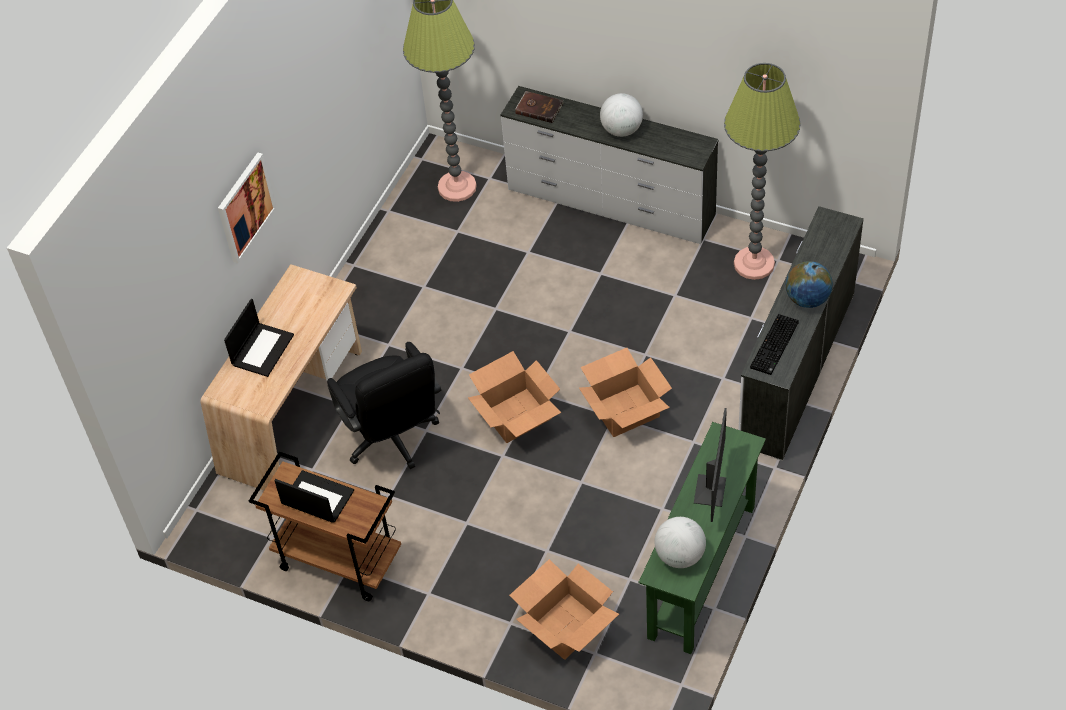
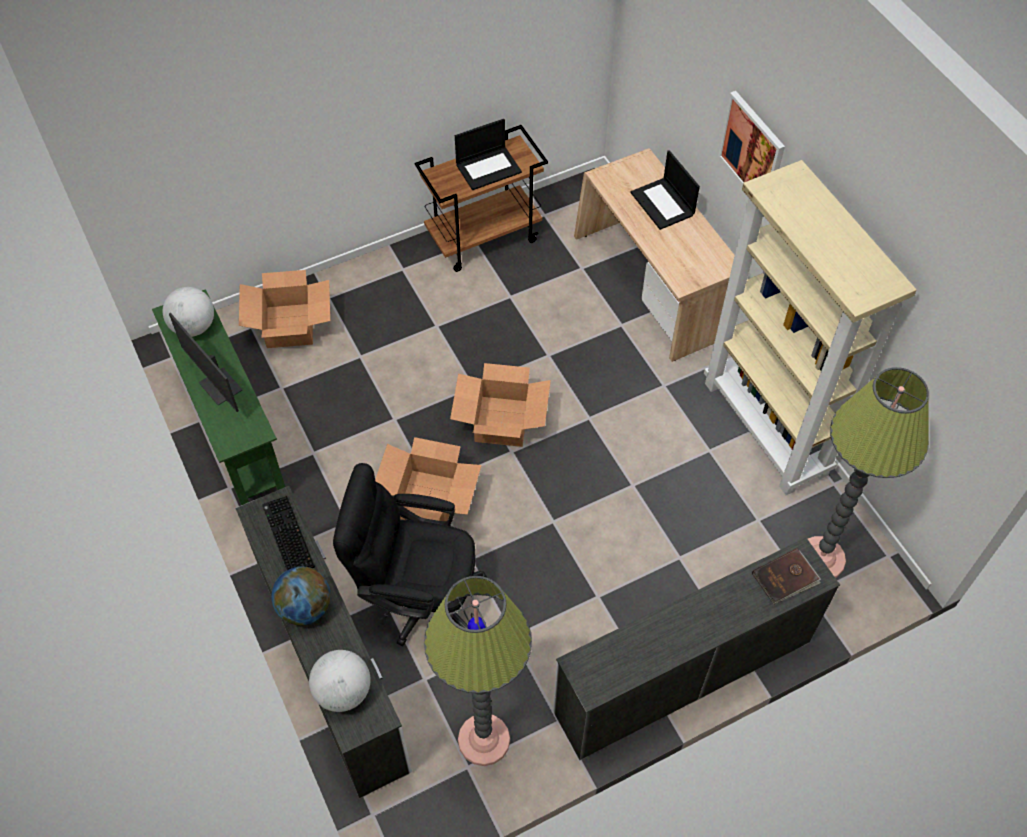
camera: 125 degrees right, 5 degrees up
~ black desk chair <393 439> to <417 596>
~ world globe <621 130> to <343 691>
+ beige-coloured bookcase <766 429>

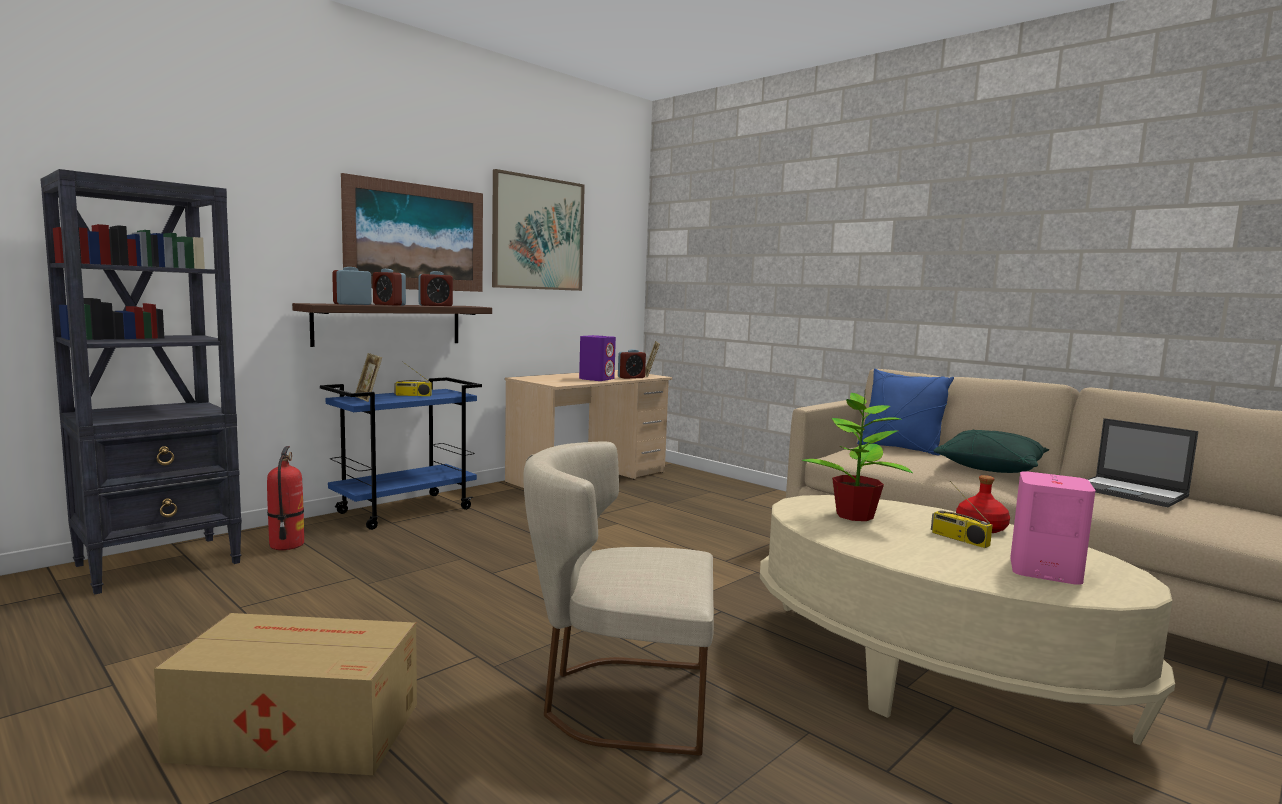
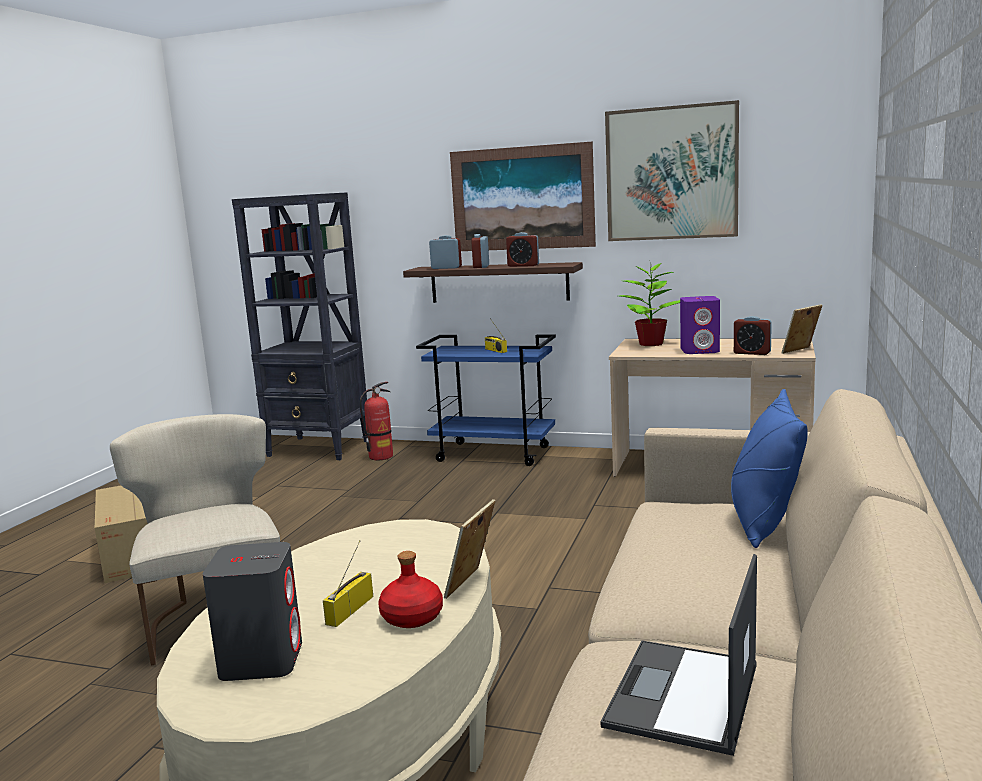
camera: 65 degrees right, 5 degrees up
~ picture frame <368 399> to <472 585>
~ potted plant <854 516> to <650 344>
- green-coloured throw pillow <990 467>
~ pinkish speaker <1043 571> to greyish speaker <261 660>

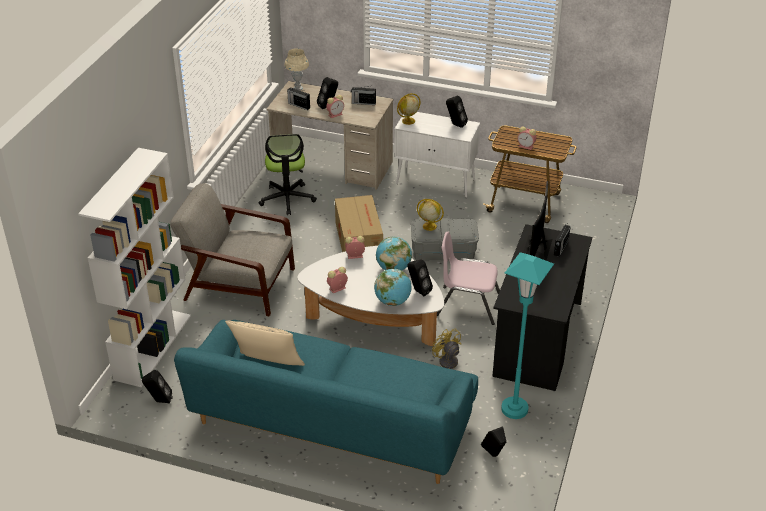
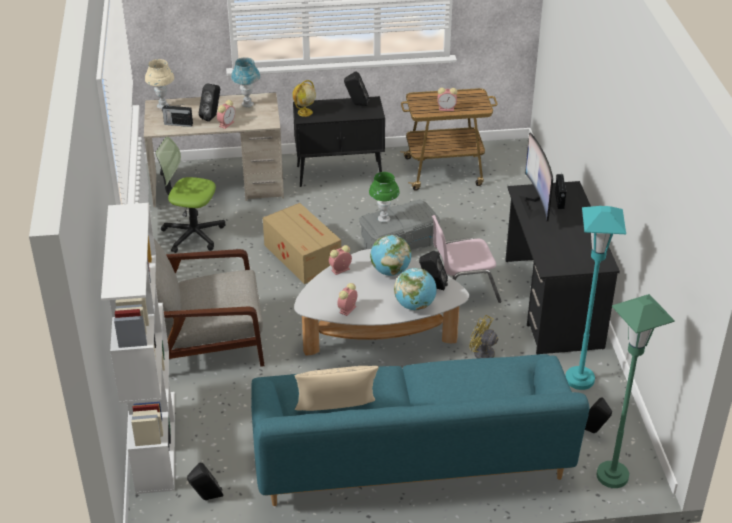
camera: 25 degrees left, 0 degrees up
~ desk chair <287 199> = <193 234> 135 degrees clockwise
~ radio set <363 103> to blue-coloured lamp for a table <247 104>
~ white-coloured cupboard <436 182> to black cupboard <340 173>
~ world globe <429 226> to green-coloured lamp for a table <384 219>
+ green-coloured floor lamp <612 476>

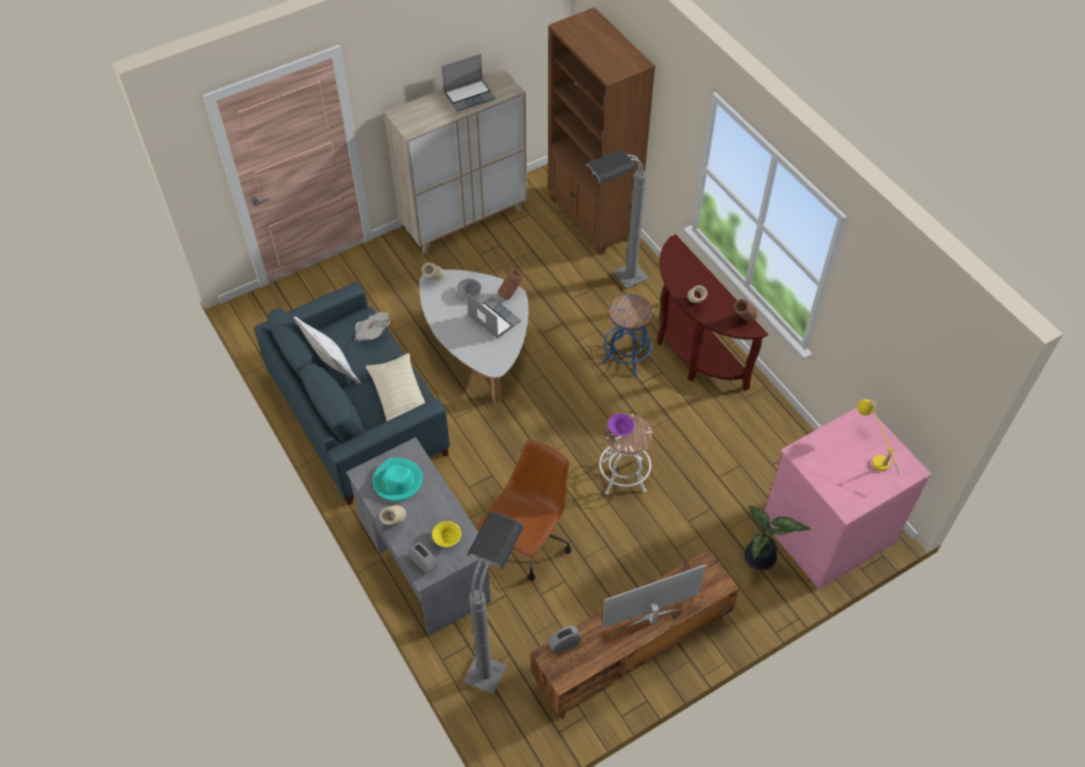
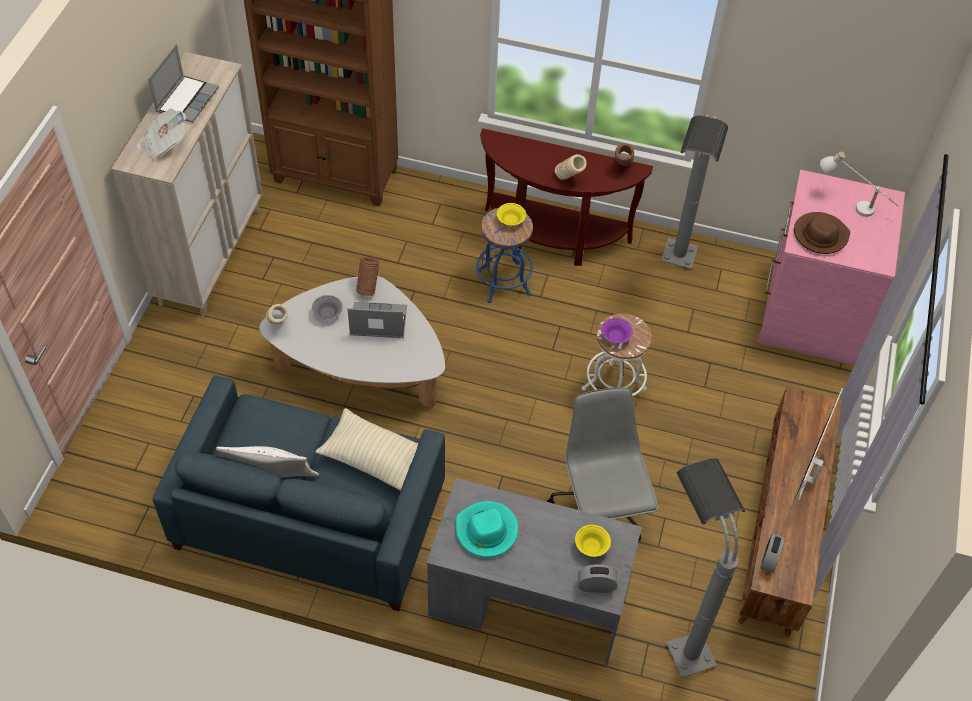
camera: 45 degrees left, 0 degrees up
~ daily paper <372 332> to <164 144>
- beige-coloured vase <395 524>
~ brown desk chair <527 543> to greyish desk chair <599 511>
~ greyish floor lamp <615 284> to <675 272>
- potted plant <761 559>
~ yellowish lamp for a table <873 453> to white-coloured lamp for a table <851 205>
+ yellowish deep dish <510 221>
+ brown hat <820 235>

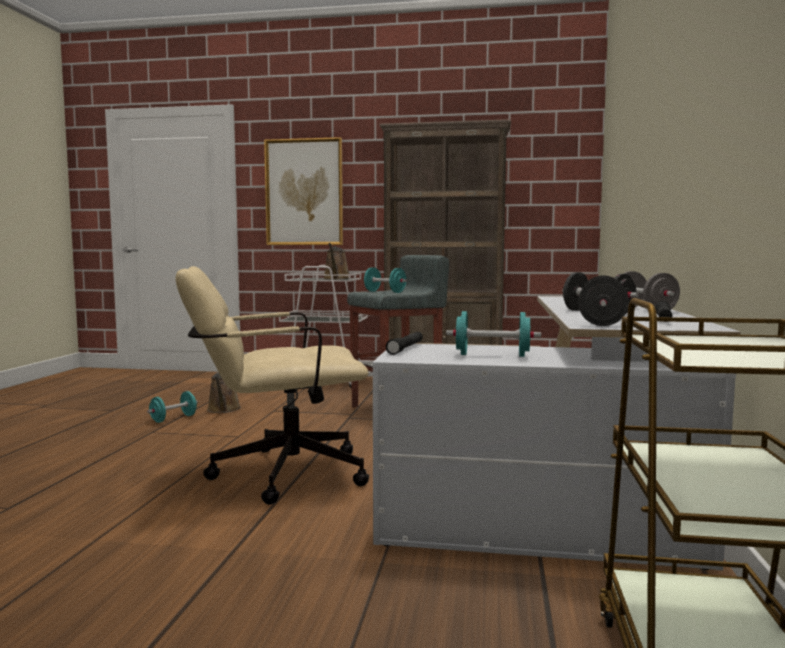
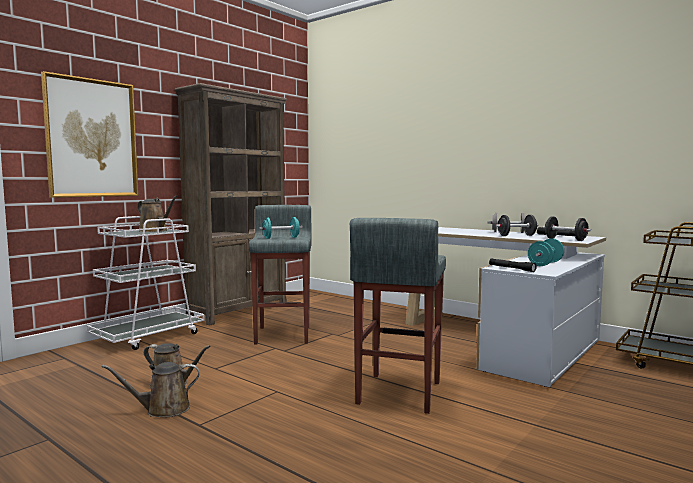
camera: 60 degrees left, 0 degrees up
~ blue-green hand weight <173 418> to brown watering pot <163 409>
~ beige-coloured desk chair <275 474> to greyish stool <397 393>

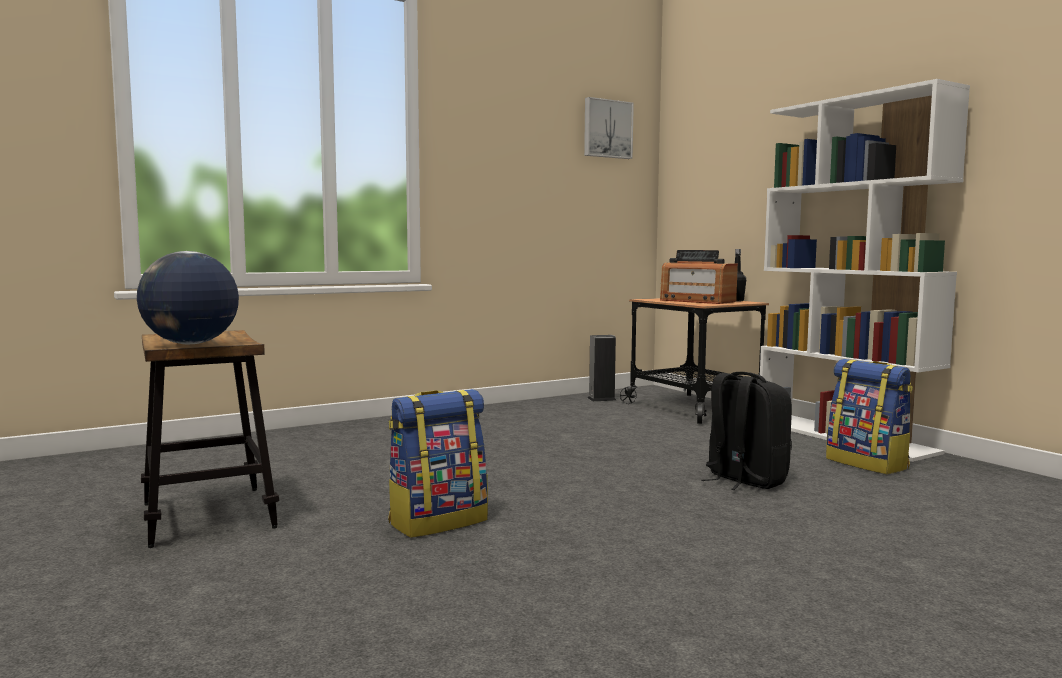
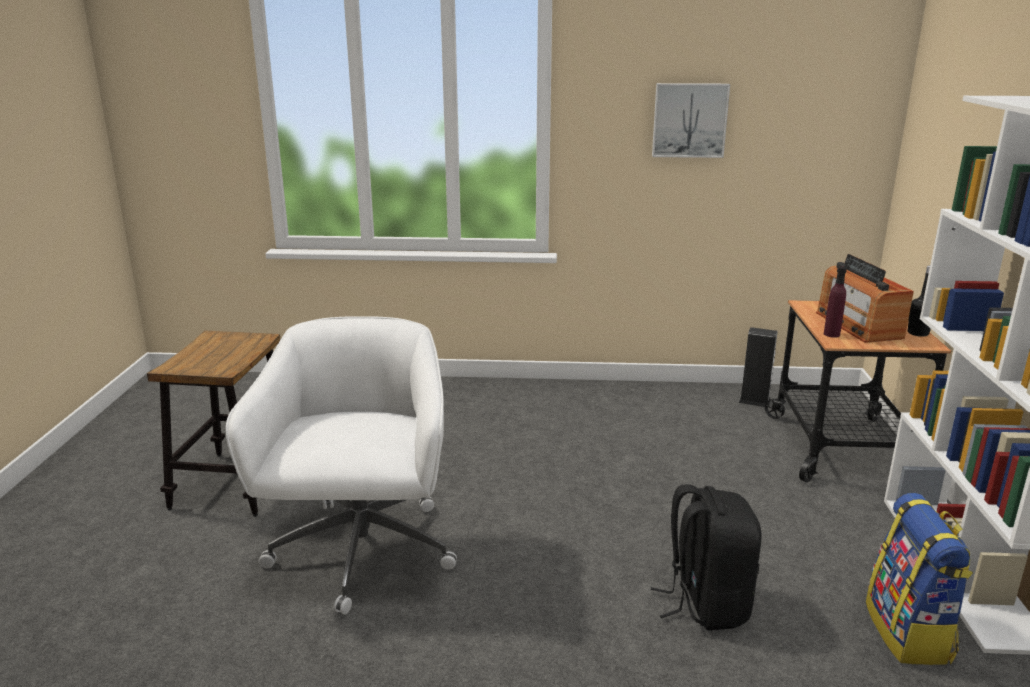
camera: 35 degrees right, 15 degrees up
- world globe <190 344>
~ backpack <438 521> to white-coloured desk chair <361 554>
~ wall picture <607 129> to <689 120>
+ purple bottle <831 334>

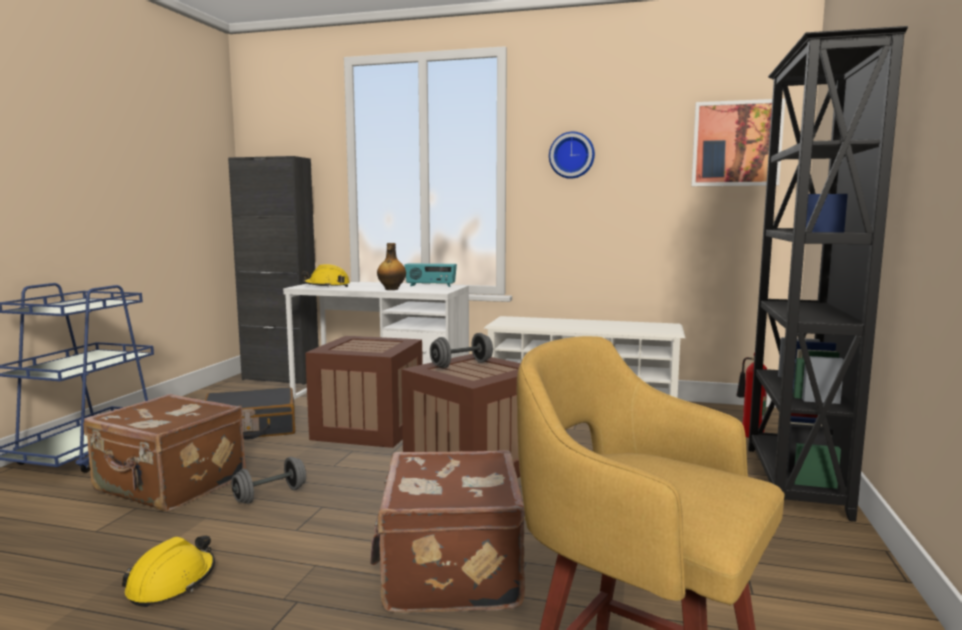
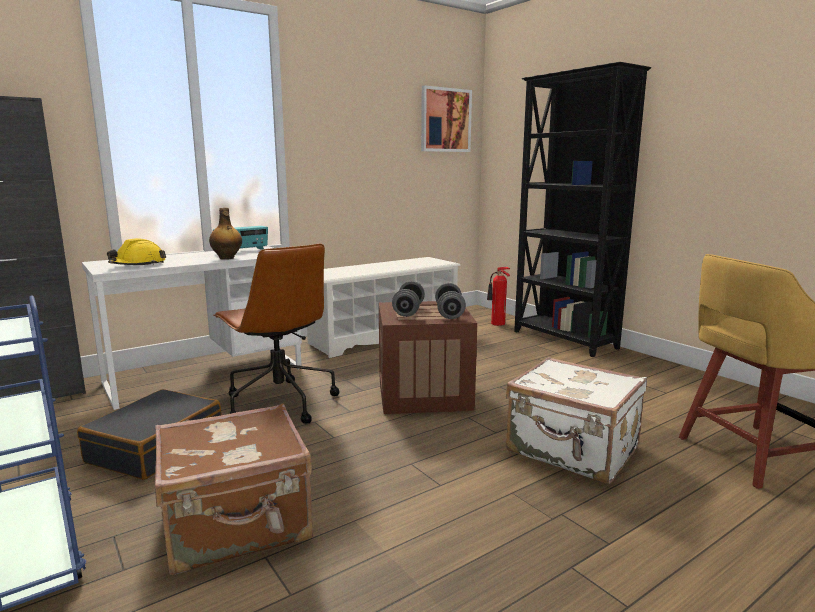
camera: 50 degrees left, 5 degrees up
- yellowish work helmet <172 583>
~ greyish hand weight <270 495> to <449 313>
~ shipping crate <369 429> to brown desk chair <279 402>
~ brown travel case <449 572> to white-coloured travel case <572 451>
- clock on the wall <572 155>

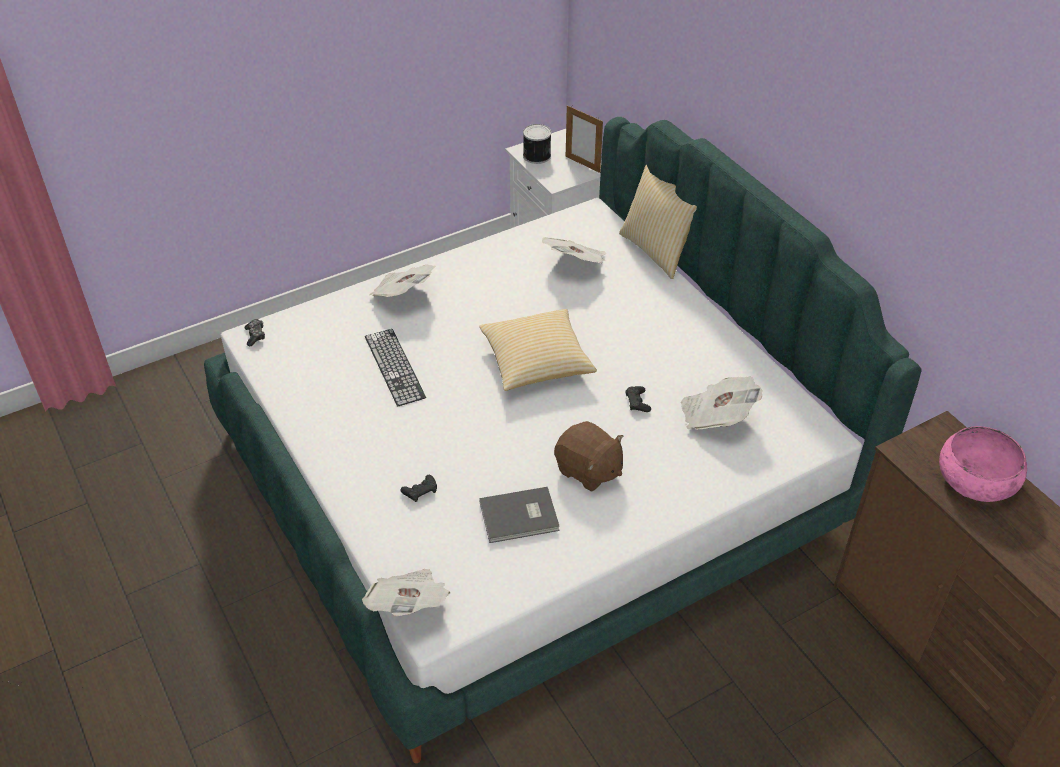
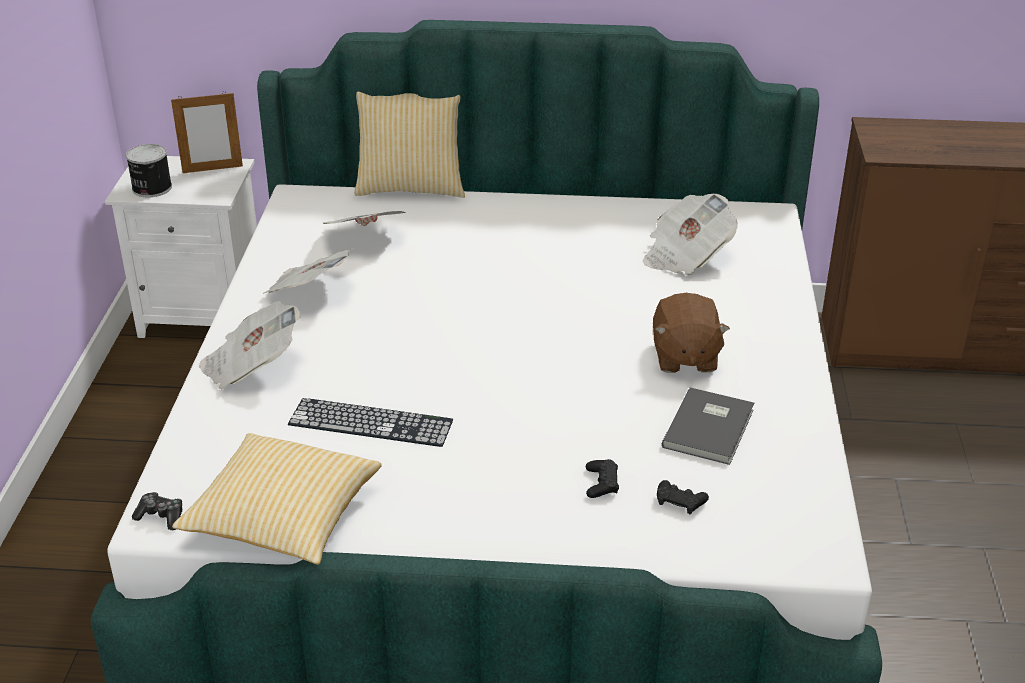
camera: 55 degrees left, 10 degrees down
~ daily paper <409 605> to <310 292>
~ throw pillow <536 362> to <283 519>
~ brown plush toy <588 470> = <684 357> 105 degrees clockwise
~ black gamepad <637 402> to <680 501>
- pinkish deep dish <977 479>

